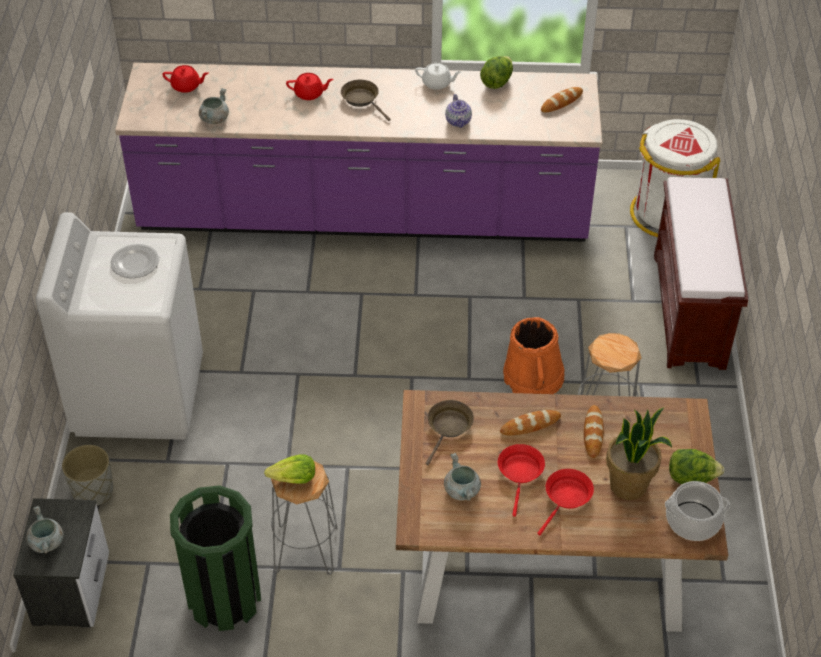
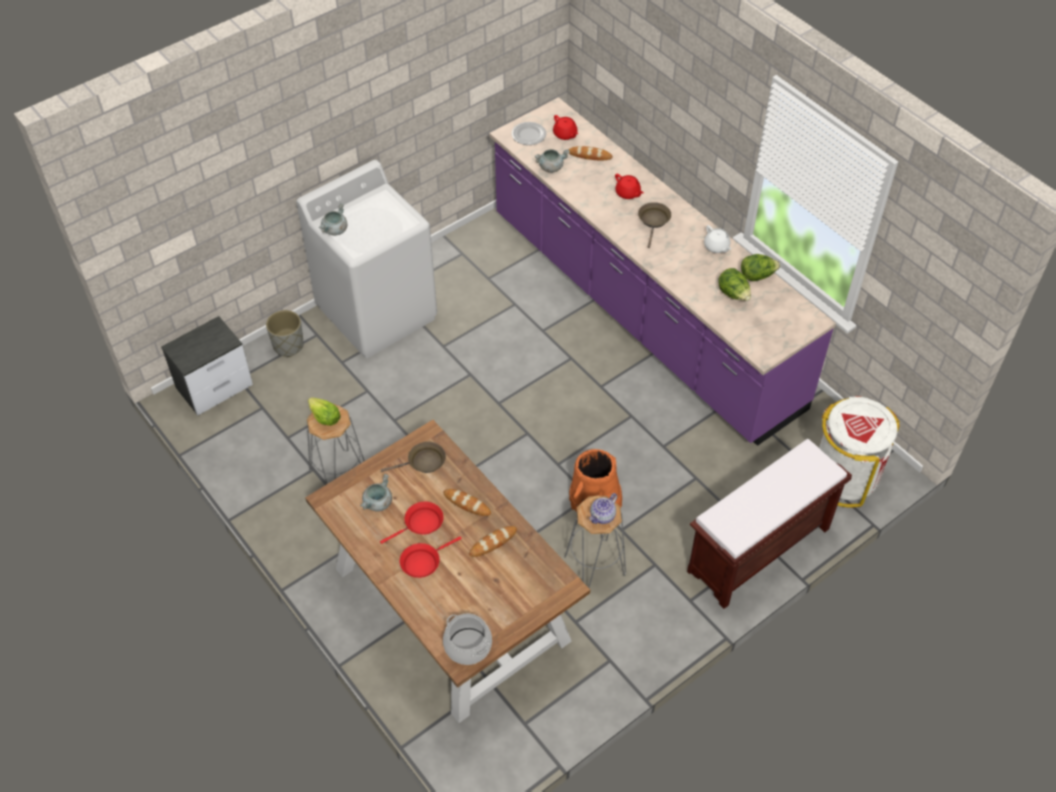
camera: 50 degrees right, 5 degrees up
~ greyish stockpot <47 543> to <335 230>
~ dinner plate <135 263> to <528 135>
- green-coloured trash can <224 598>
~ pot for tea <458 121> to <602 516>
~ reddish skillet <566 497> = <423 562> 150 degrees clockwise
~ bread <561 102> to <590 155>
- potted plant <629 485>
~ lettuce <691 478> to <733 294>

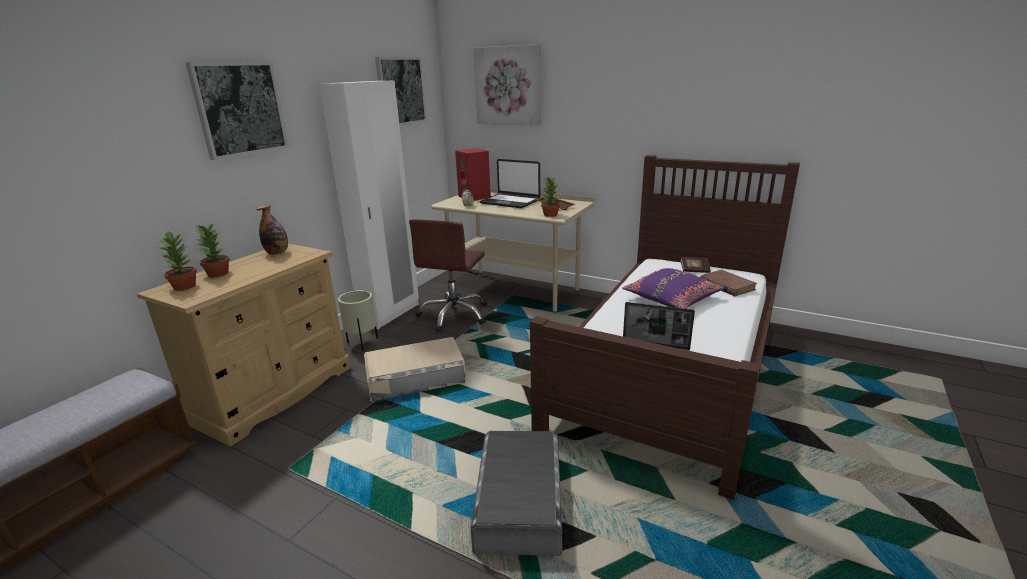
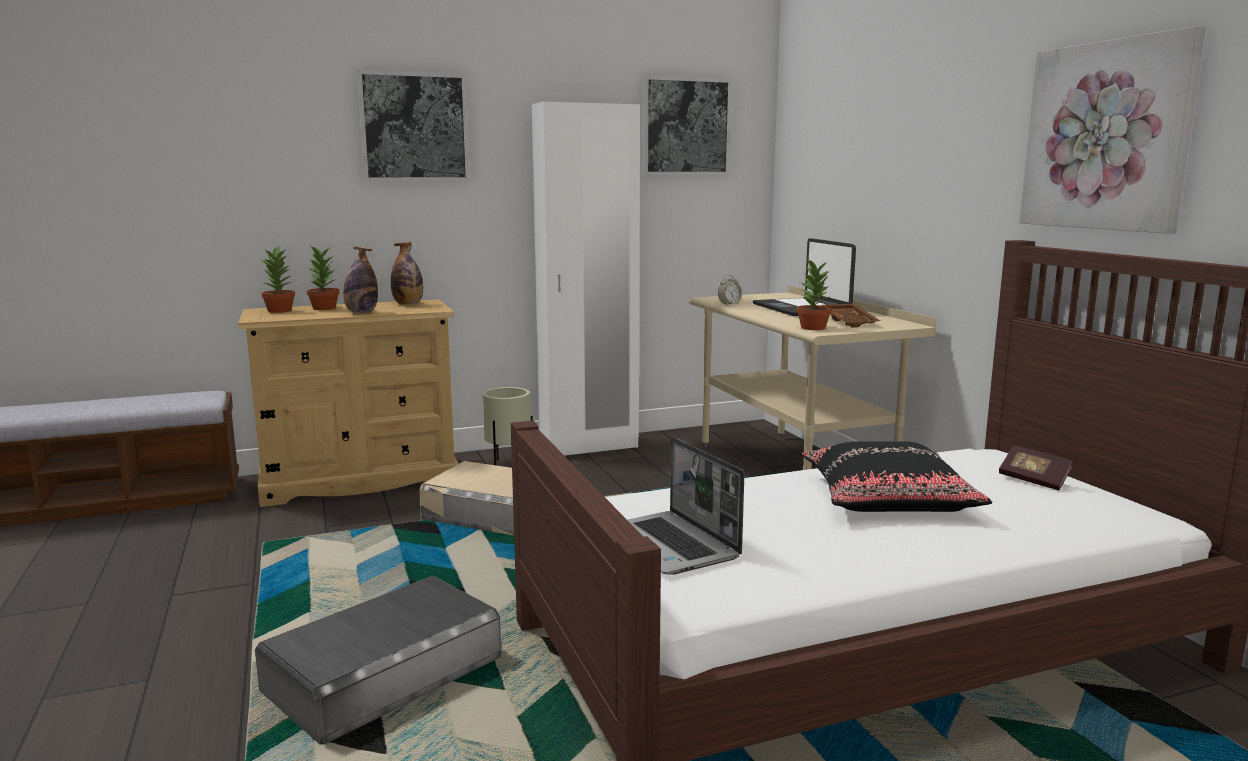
camera: 40 degrees right, 10 degrees down
- brown desk chair <454 315>
- reddish speaker <475 197>
~ wall picture <508 86> to <1107 136>
~ purple throw pillow <671 298> to black throw pillow <887 498>
- brown bound book <726 285>
+ bottle <361 312>

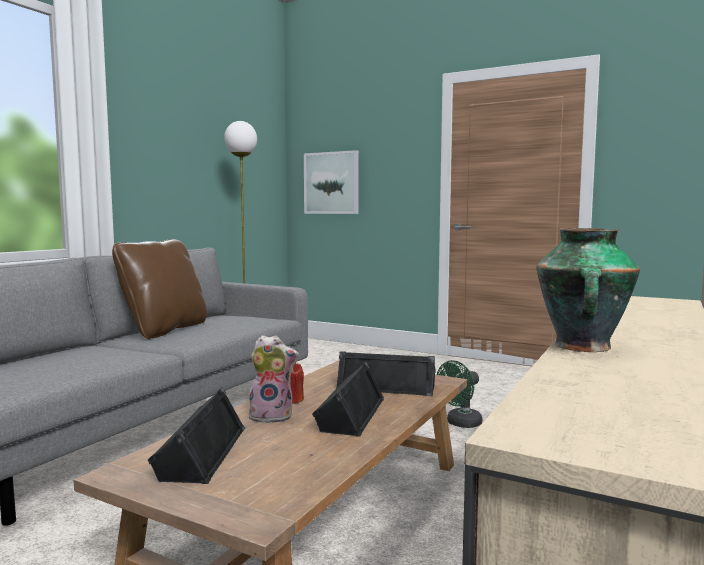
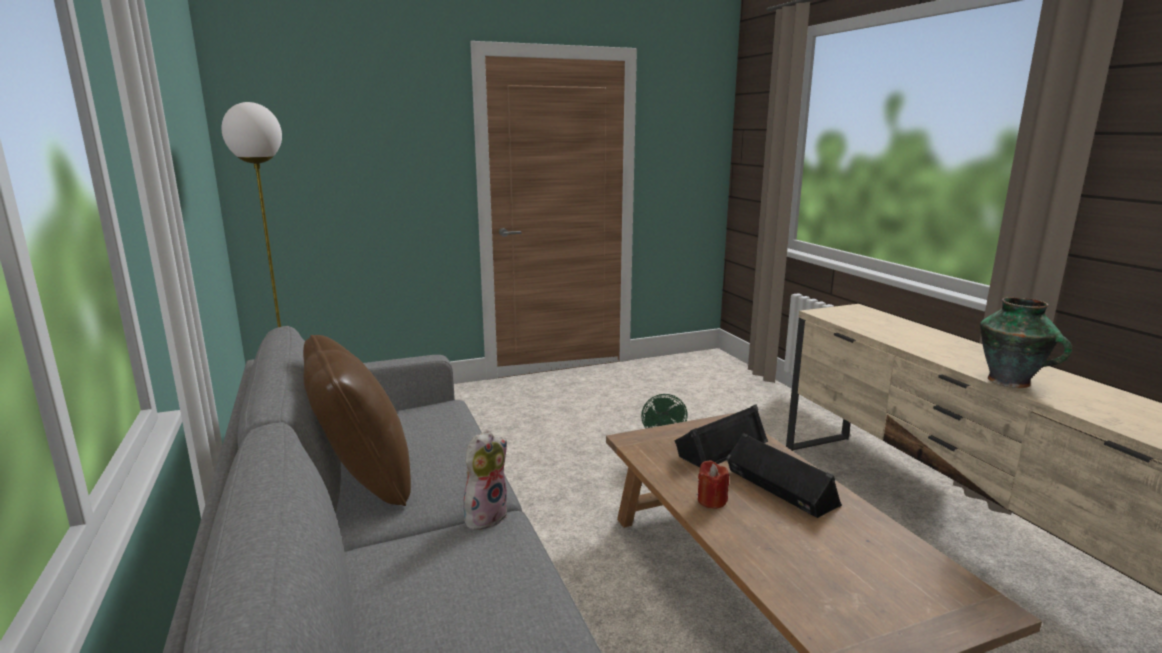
camera: 50 degrees left, 10 degrees up
- black speaker <199 452>
~ plush toy <272 416> to <485 516>
- wall picture <331 183>

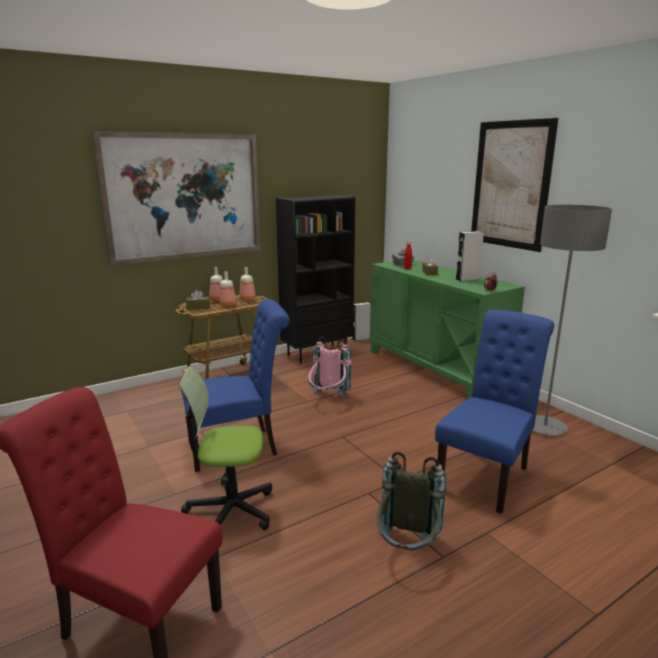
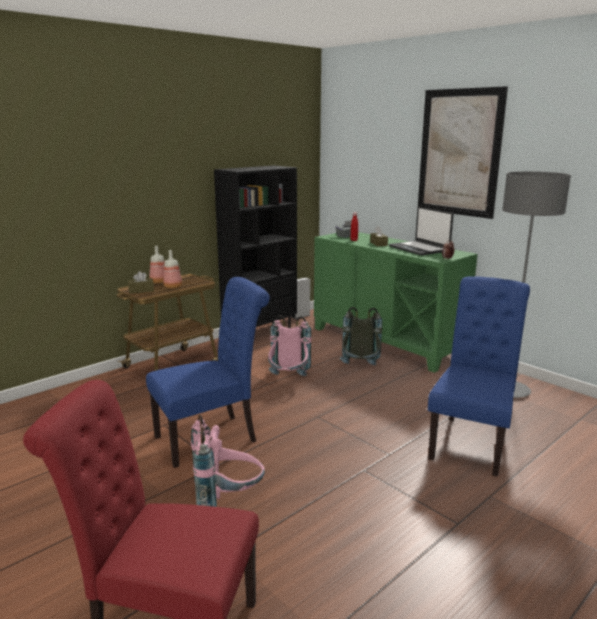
camera: 10 degrees left, 0 degrees up
- wall picture <183 196>
~ desk chair <230 510> to pinkish backpack <228 503>
- bottle <248 300>
~ greyish backpack <406 550> to <360 369>
~ greyish speaker <467 279> to notebook computer <419 249>

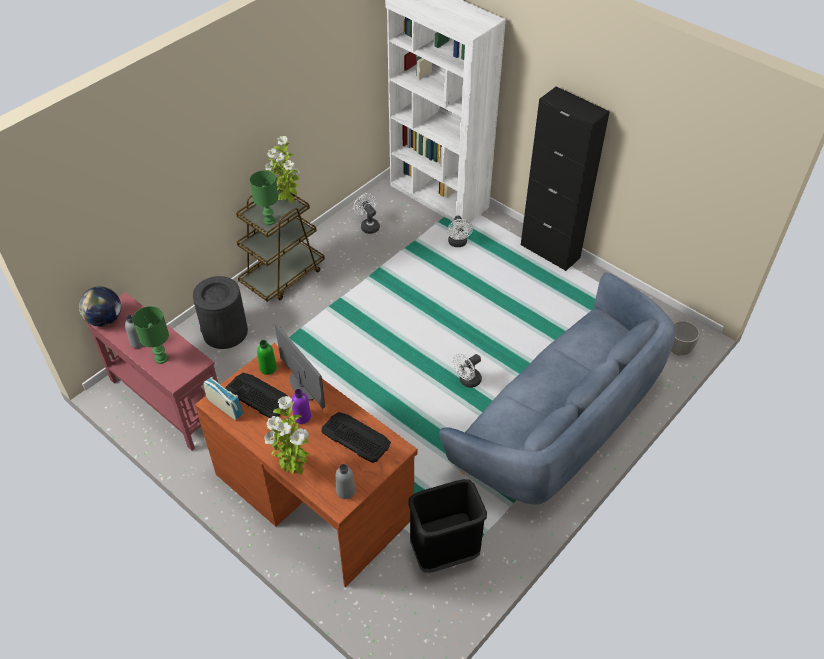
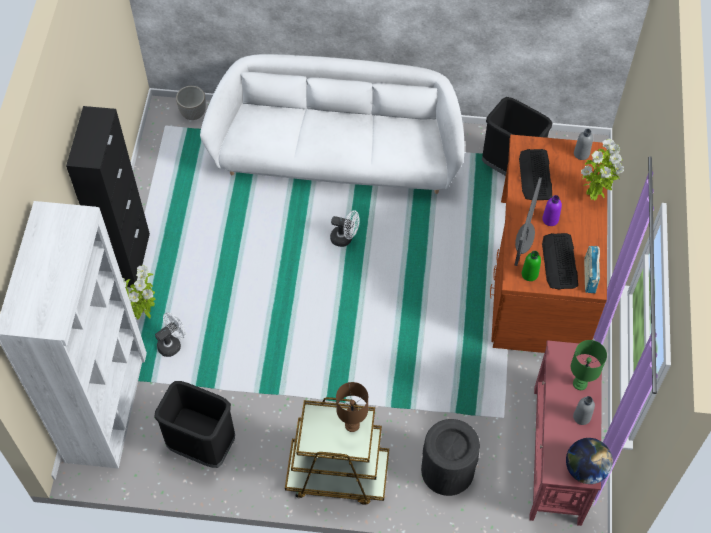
camera: 125 degrees left, 10 degrees up
~ green-coloured lamp for a table <269 220> to brown lamp for a table <352 425>
~ potted plant <288 201> to <144 313>
~ white-coloured fan <368 225> to black trash can <203 445>
~ blue-coloured settee <559 423> to white-coloured settee <337 156>

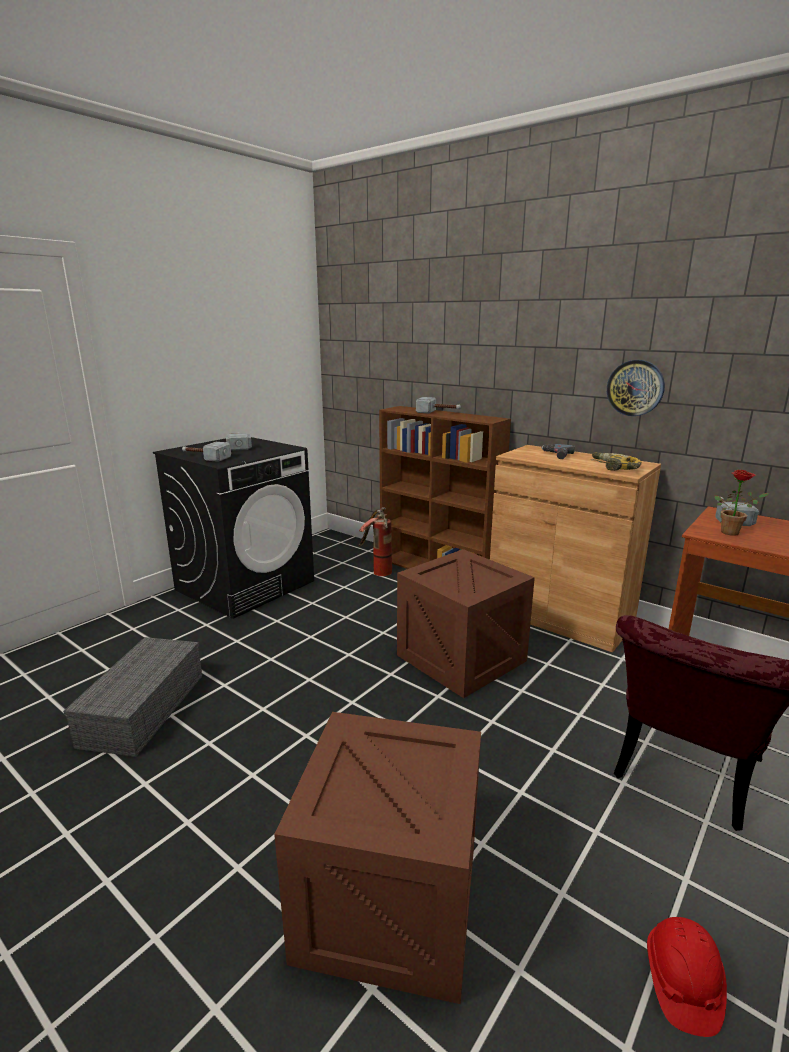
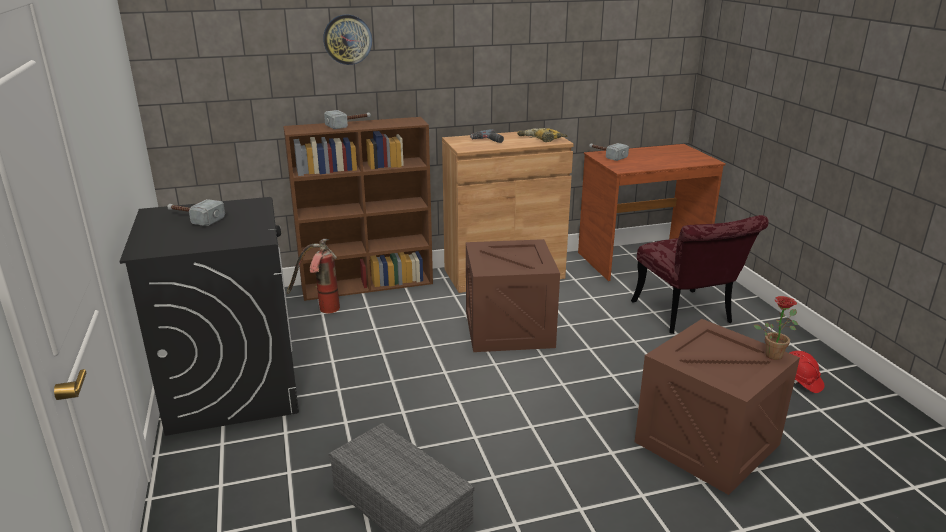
camera: 55 degrees left, 5 degrees up
- tool hammer <205 458>
~ clock on the wall <635 388> to <347 39>
~ potted plant <733 532> to <774 354>

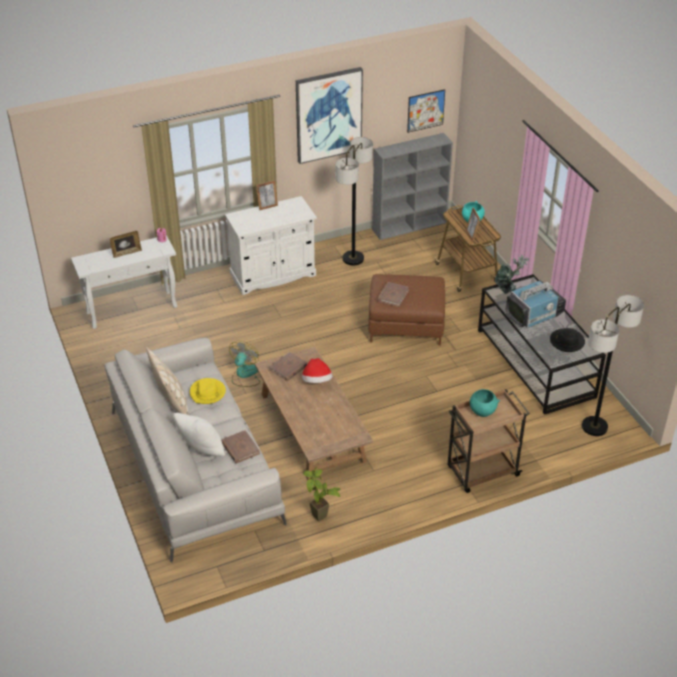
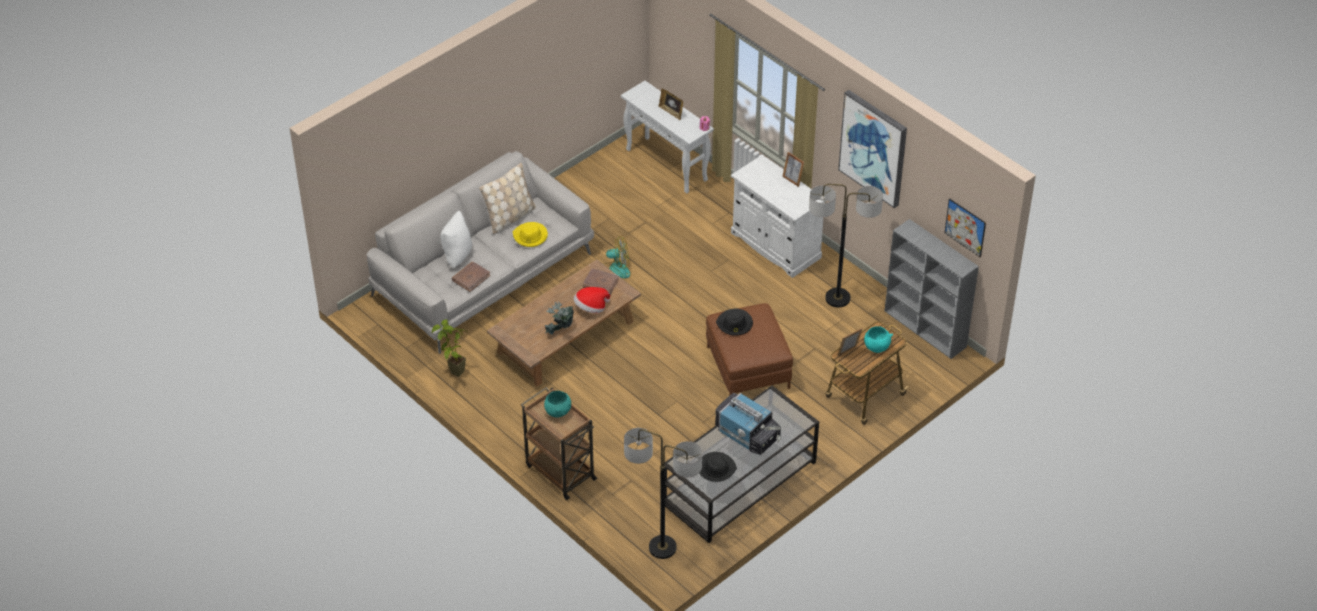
camera: 70 degrees right, 5 degrees up
~ brown bound book <392 295> to black hat <734 324>
~ potted plant <508 291> to <560 331>

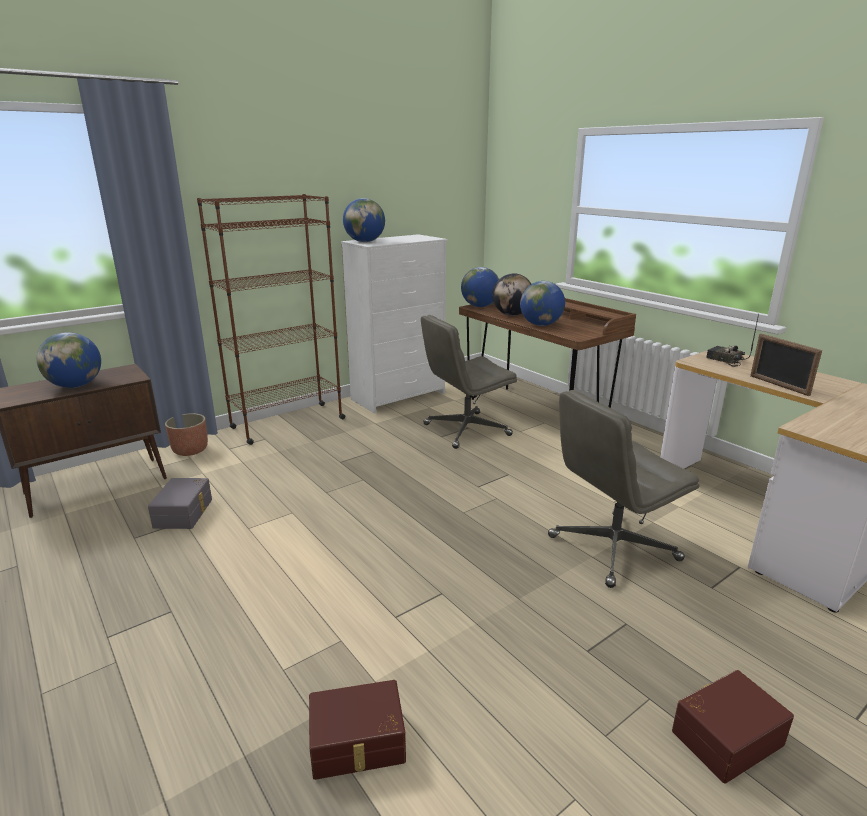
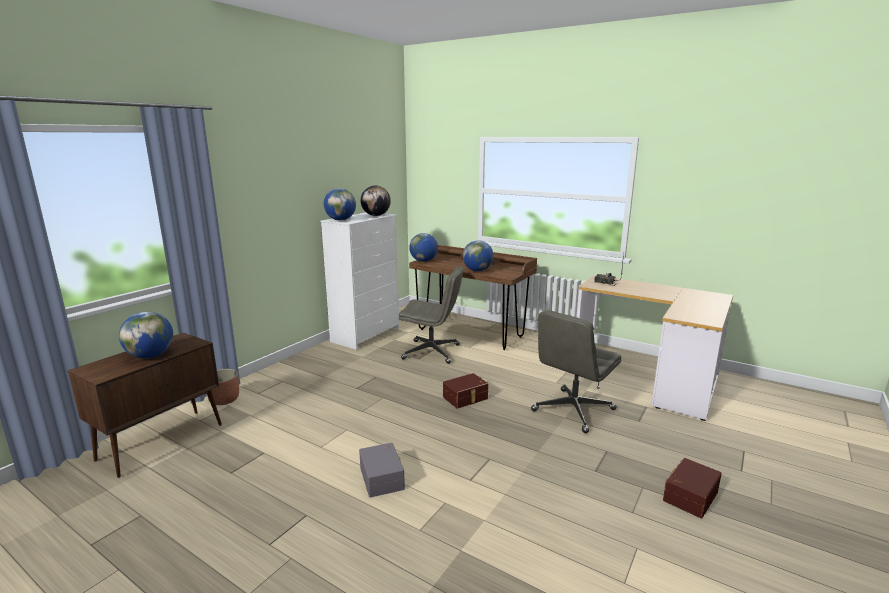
camera: 20 degrees left, 5 degrees down
~ greyish storage container <185 513> to <383 478>
- brown bookcase <287 423>
~ brown storage container <358 744> to <466 398>
~ greyish desk chair <466 430> = <432 352> 120 degrees counterclockwise
~ world globe <512 315> to <376 215>
- picture frame <778 385>

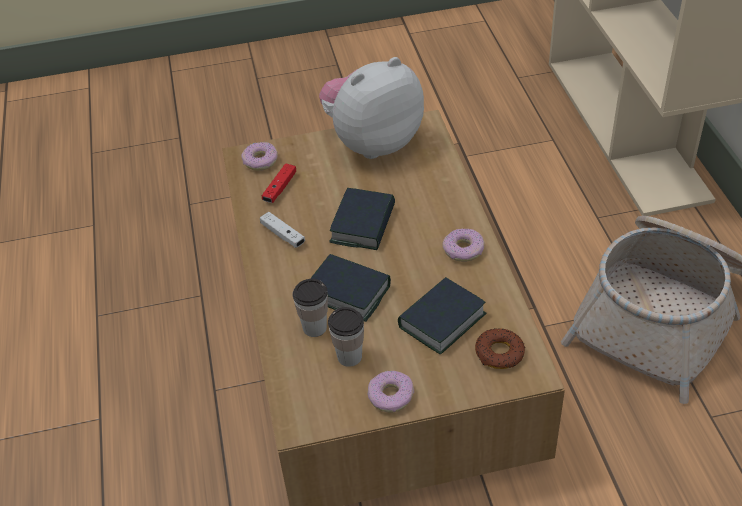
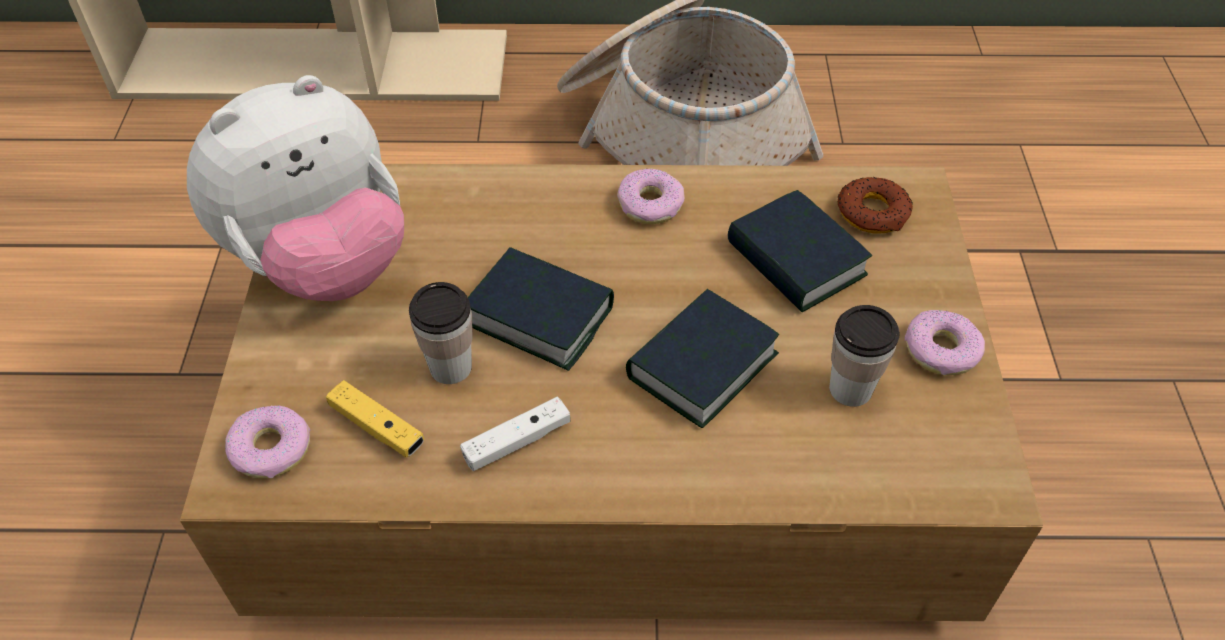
camera: 80 degrees left, 5 degrees up
~ reddish gamepad <280 188> to yellowish gamepad <377 427>
~ cup <315 327> to <450 367>
~ plush toy <373 142> = <322 263> 105 degrees counterclockwise

